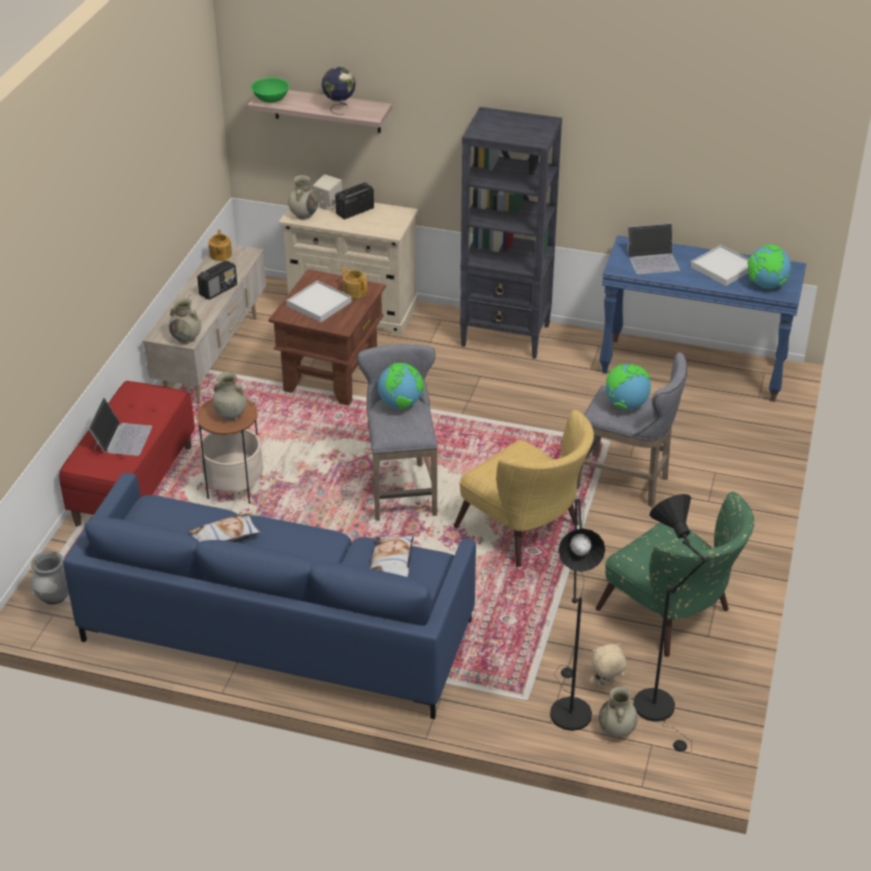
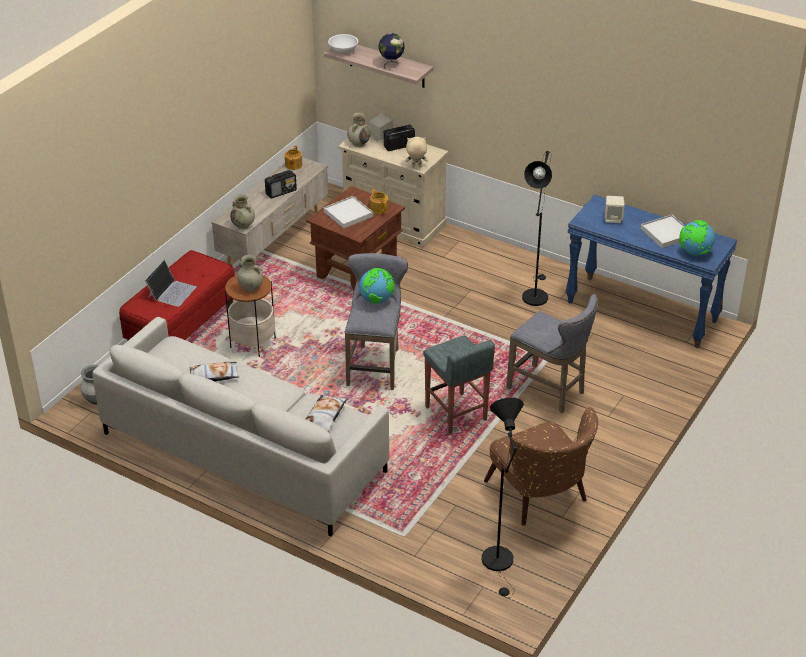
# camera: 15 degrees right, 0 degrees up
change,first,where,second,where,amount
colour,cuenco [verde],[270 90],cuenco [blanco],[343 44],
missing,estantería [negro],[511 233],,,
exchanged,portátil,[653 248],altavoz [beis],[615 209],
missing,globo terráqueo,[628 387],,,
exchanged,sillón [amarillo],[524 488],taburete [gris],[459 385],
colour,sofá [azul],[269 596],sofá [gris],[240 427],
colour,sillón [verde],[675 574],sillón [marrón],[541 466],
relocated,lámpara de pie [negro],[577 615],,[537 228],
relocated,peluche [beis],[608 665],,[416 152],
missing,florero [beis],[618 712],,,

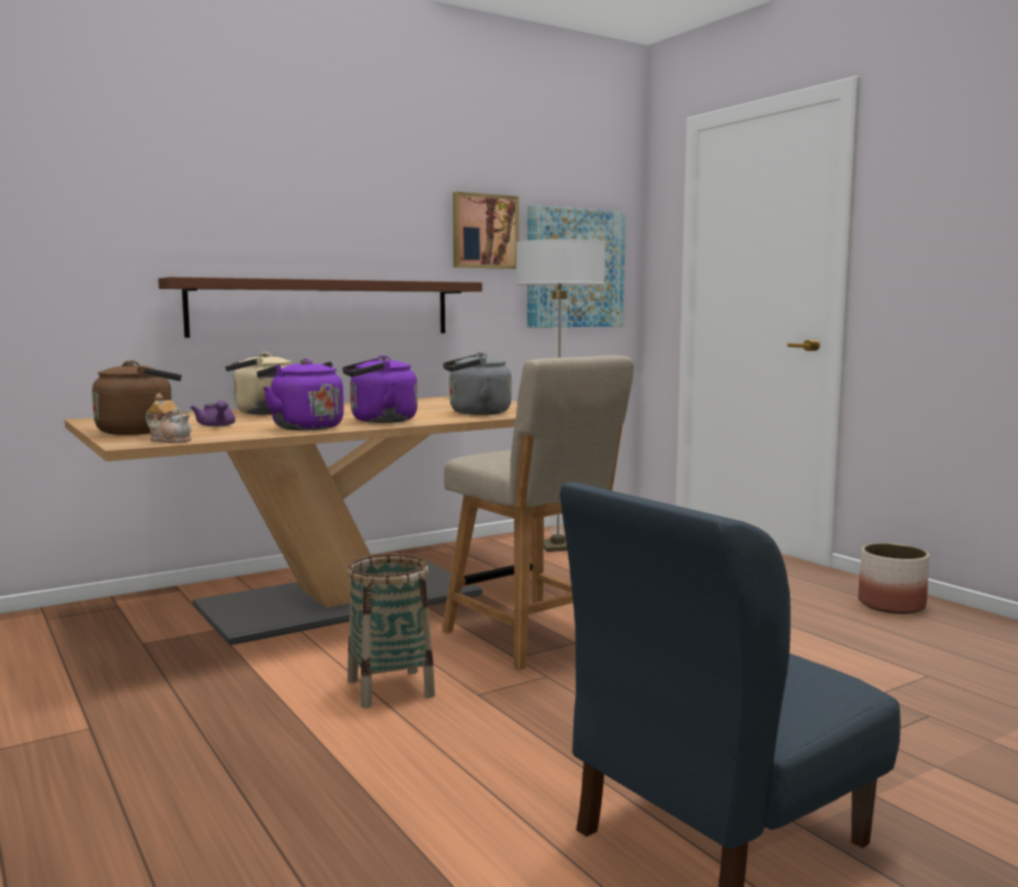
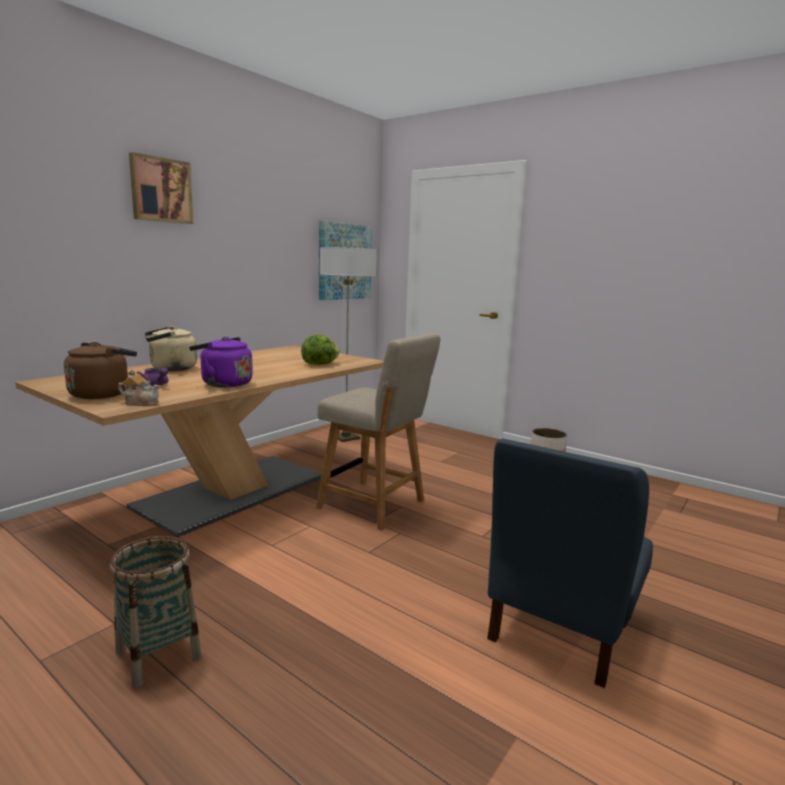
# camera: 20 degrees left, 5 degrees up
change,first,where,second,where,amount
relocated,cuadro,[486 230],,[161 188],
missing,estante [marrón],[320 307],,,
exchanged,hervidor [gris],[477 383],lechuga,[320 349],
missing,hervidor [morado],[380 389],,,
relocated,cesta,[391 630],,[155 612],

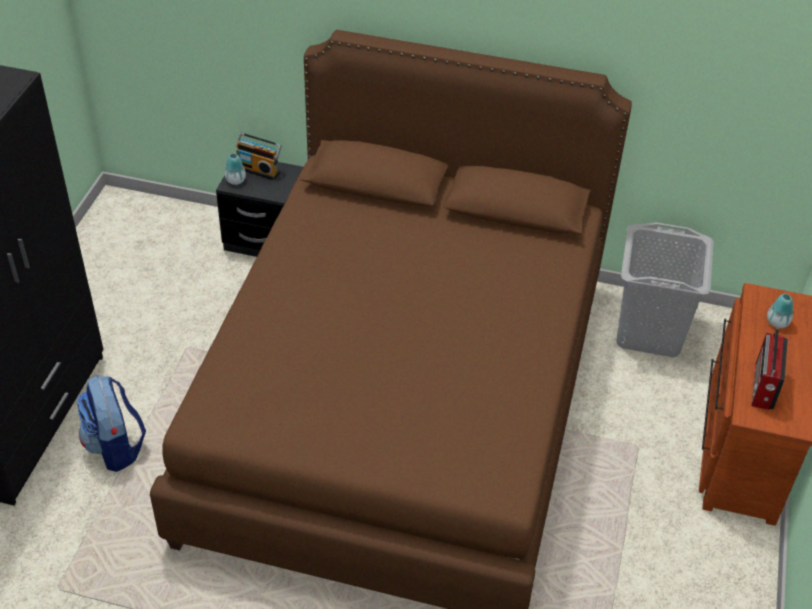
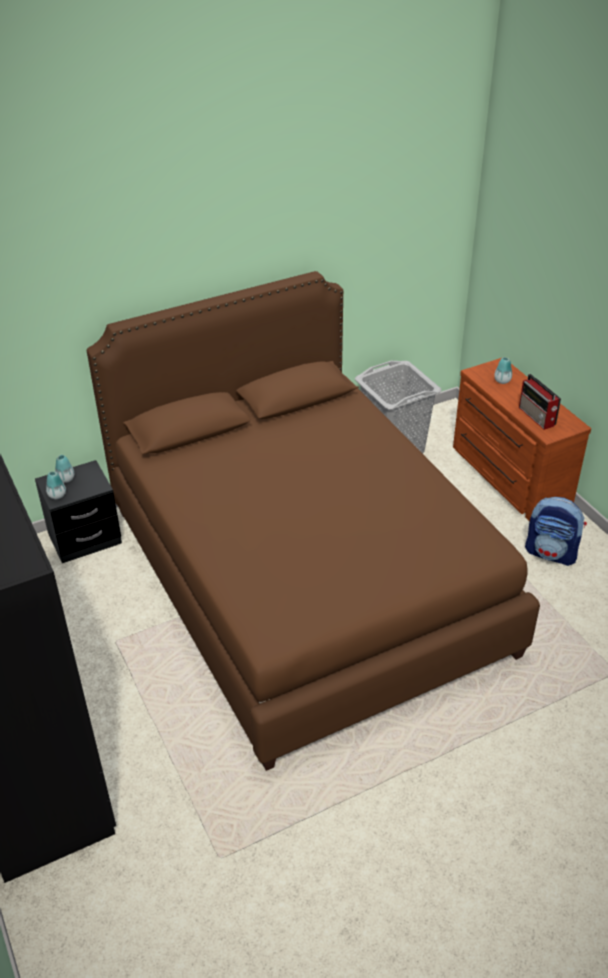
# camera: 40 degrees left, 5 degrees down
change,first,where,second,where,amount
exchanged,radio,[258 156],florero,[64 469],
relocated,mochila,[111 423],,[556 531],

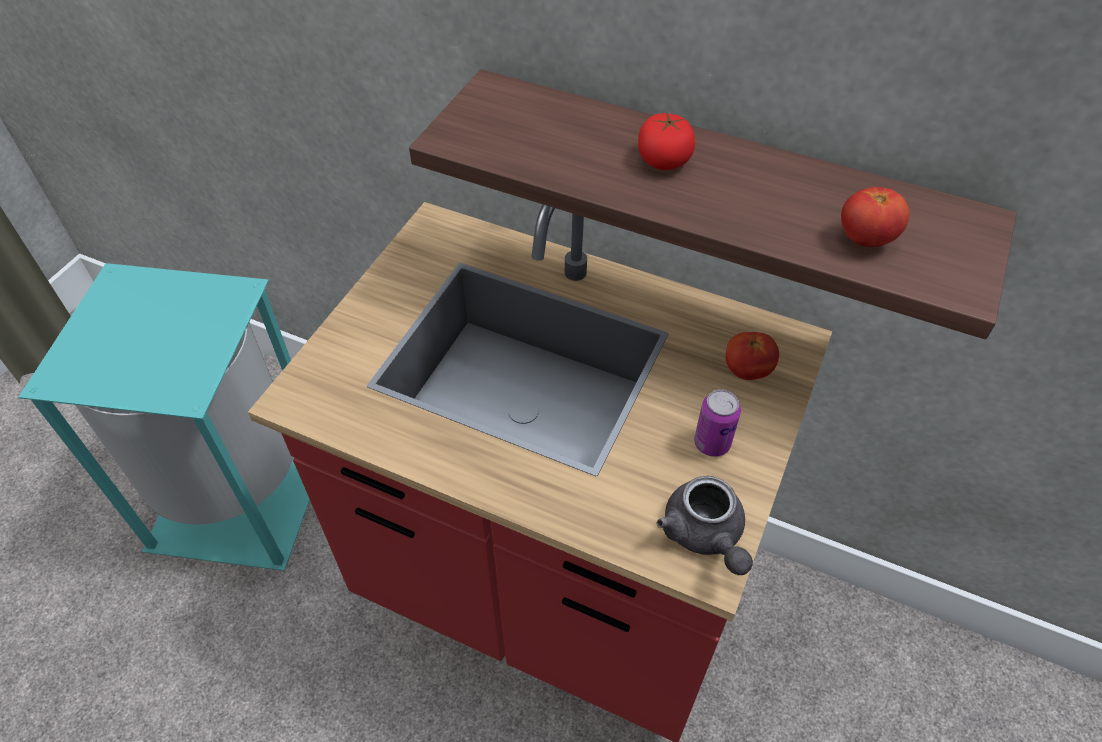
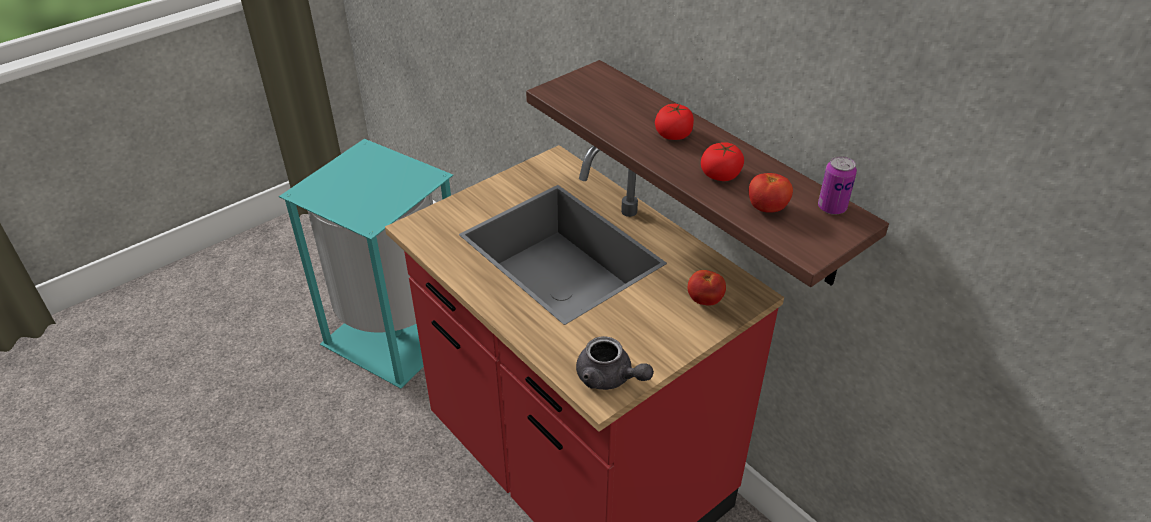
# camera: 25 degrees right, 10 degrees down
change,first,where,second,where,amount
relocated,lata,[717 423],,[837 185],
spun,tetera [gris],[705 525],,[615 363],60 degrees counterclockwise
appeared,,,tomate,[722 161],

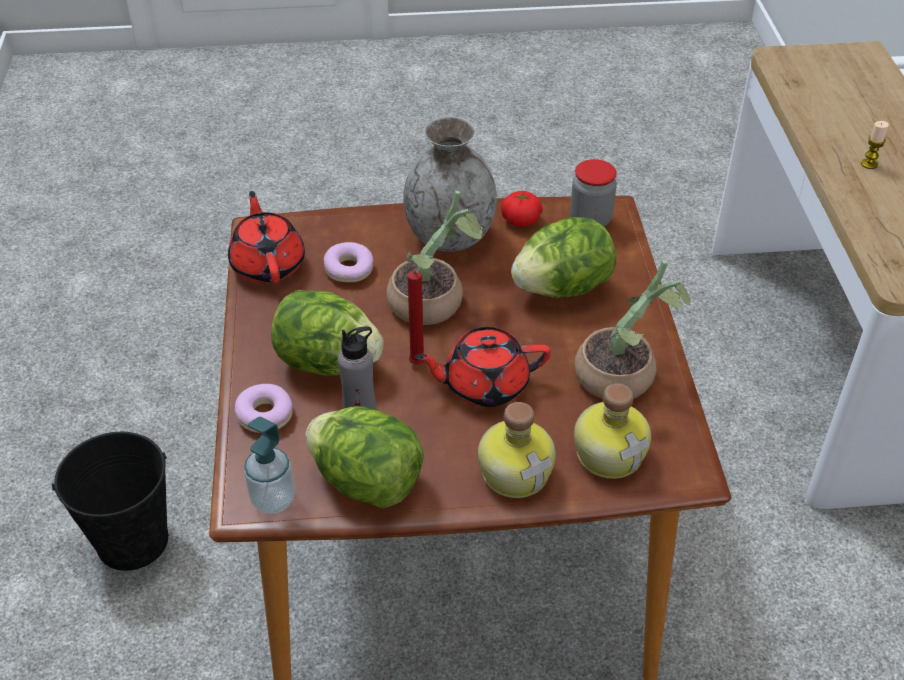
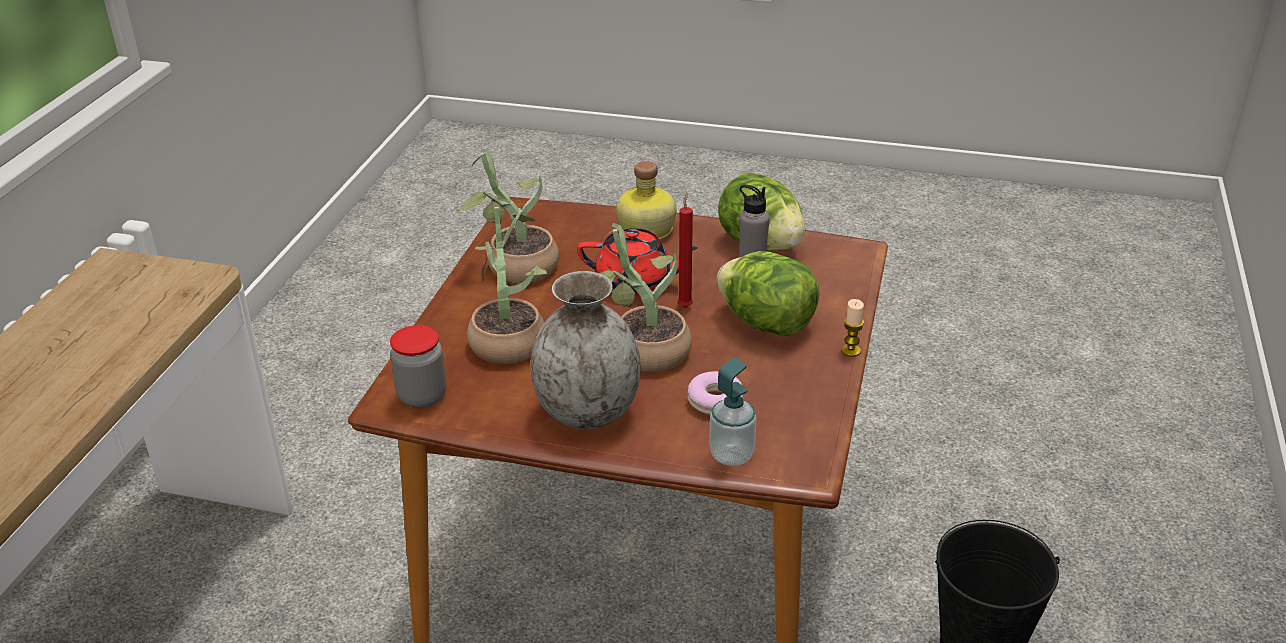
# camera: 160 degrees left, 10 degrees down
change,first,where,second,where,amount
relocated,vela,[875 145],,[852 328],
missing,tetera [rojo],[266 237],,,
missing,tomate,[522 209],,,
exchanged,lechuga,[563 257],planta en maceta,[507 285],
missing,botella,[612 431],,,
missing,rosquilla,[264 408],,,
relocated,dispensador de jabón,[269 465],,[733 411],

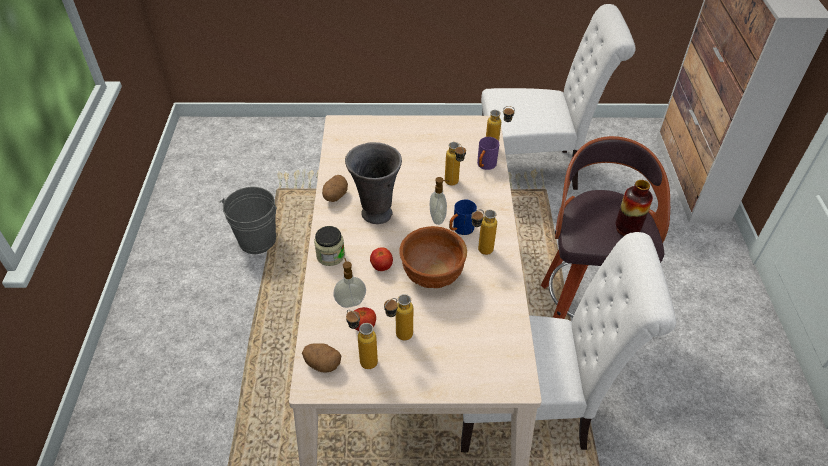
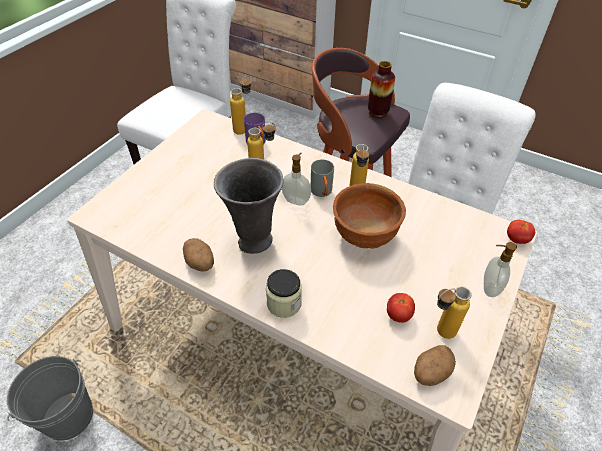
# camera: 60 degrees left, 0 degrees up
change,first,where,second,where,amount
colour,taza grande [azul],[463 217],taza grande [gris],[322 178],
relocated,tomate,[381 259],,[521 232],
relocated,dispensador de jabón,[350 283],,[500 269],
missing,botella,[398 317],,,

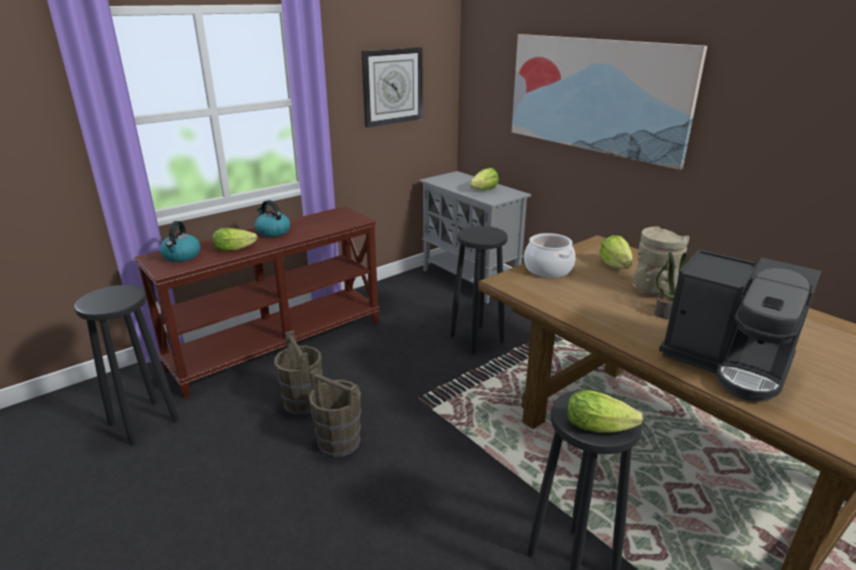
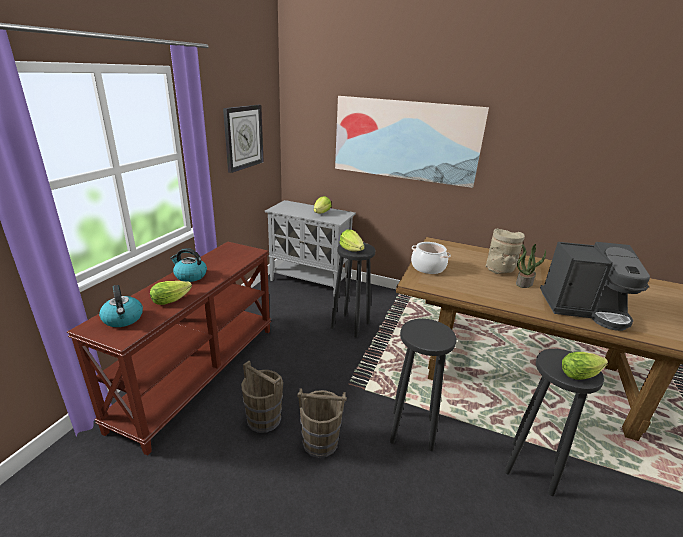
# camera: 30 degrees left, 0 degrees up
change,first,where,second,where,amount
relocated,lechuga,[616 252],,[352 241],
relocated,taburete [negro],[126 365],,[423 385],

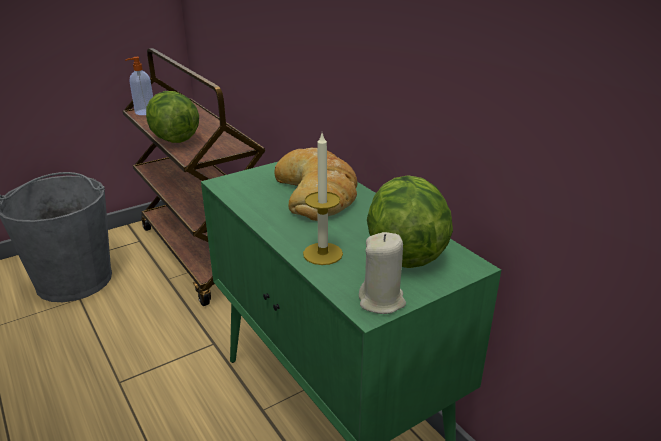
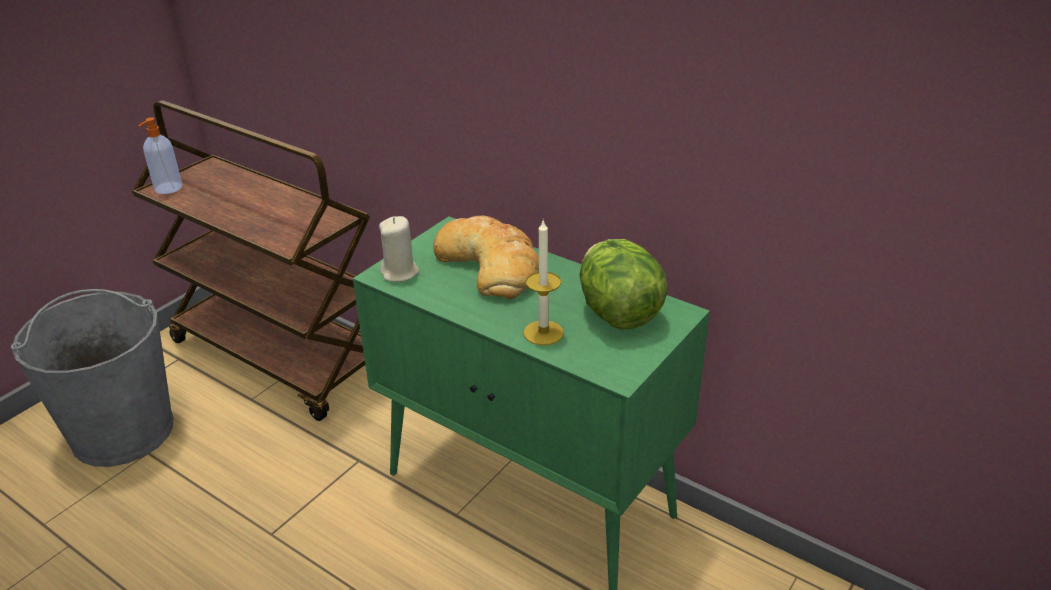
# camera: 20 degrees left, 5 degrees up
change,first,where,second,where,amount
missing,lechuga,[172 117],,,
relocated,vela [beis],[382 273],,[399 249],

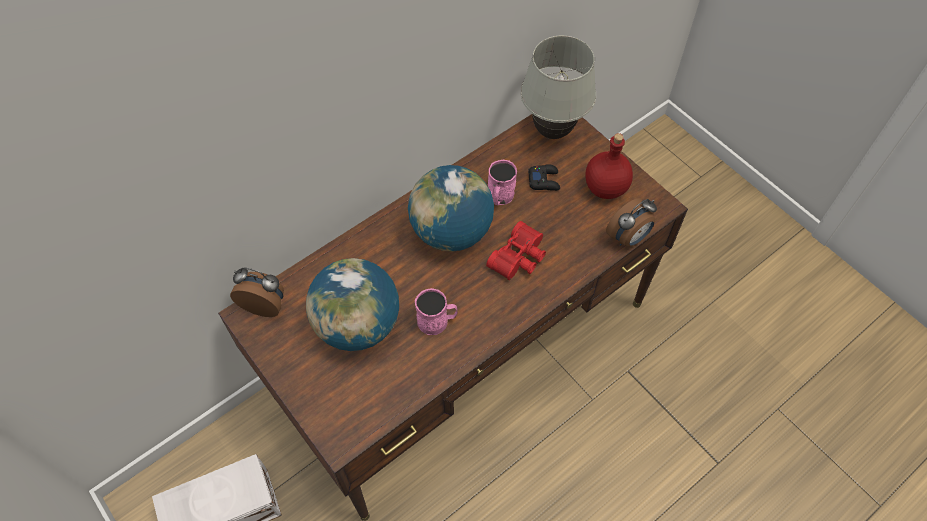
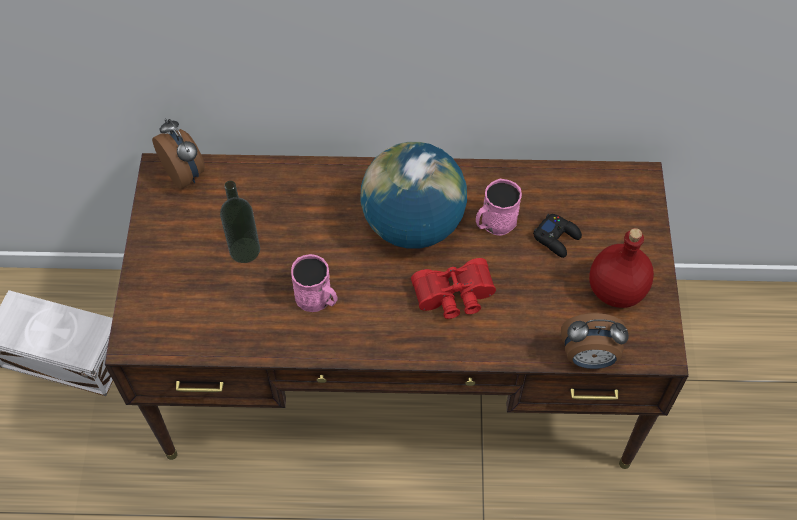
# camera: 40 degrees right, 0 degrees up
change,first,where,second,where,amount
missing,lámpara de mesa [blanco],[558 87],,,
exchanged,globo terráqueo,[352 304],botella,[240 222],

